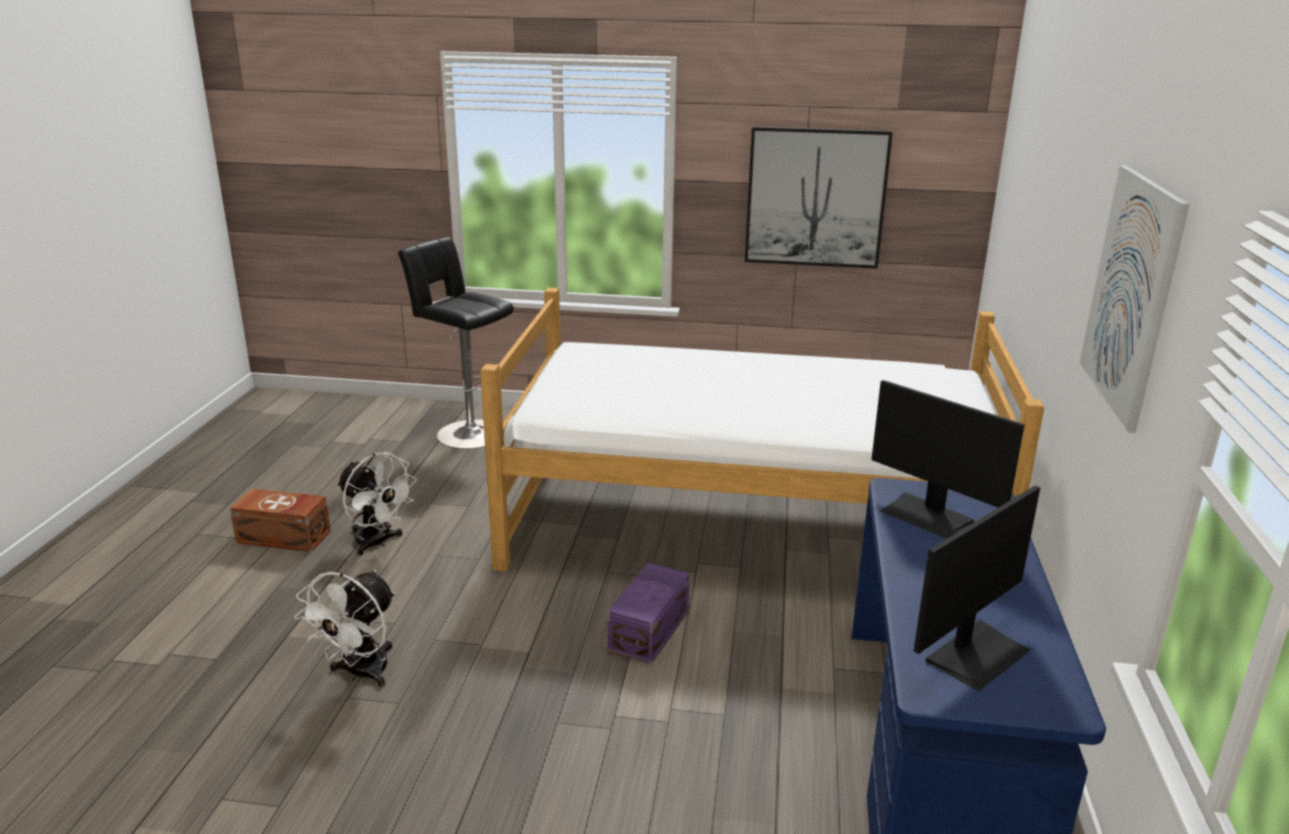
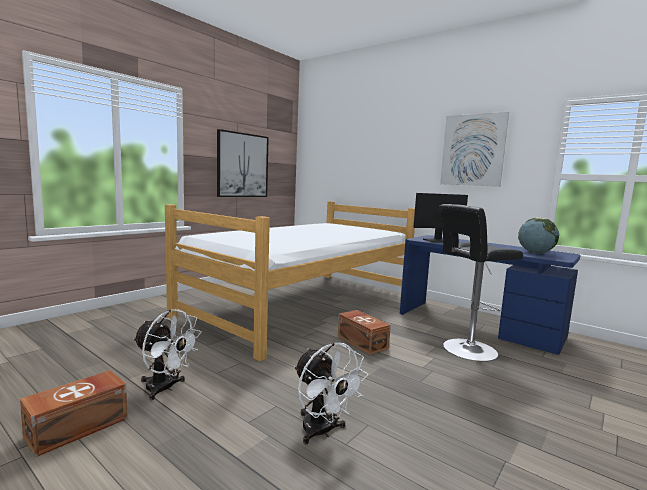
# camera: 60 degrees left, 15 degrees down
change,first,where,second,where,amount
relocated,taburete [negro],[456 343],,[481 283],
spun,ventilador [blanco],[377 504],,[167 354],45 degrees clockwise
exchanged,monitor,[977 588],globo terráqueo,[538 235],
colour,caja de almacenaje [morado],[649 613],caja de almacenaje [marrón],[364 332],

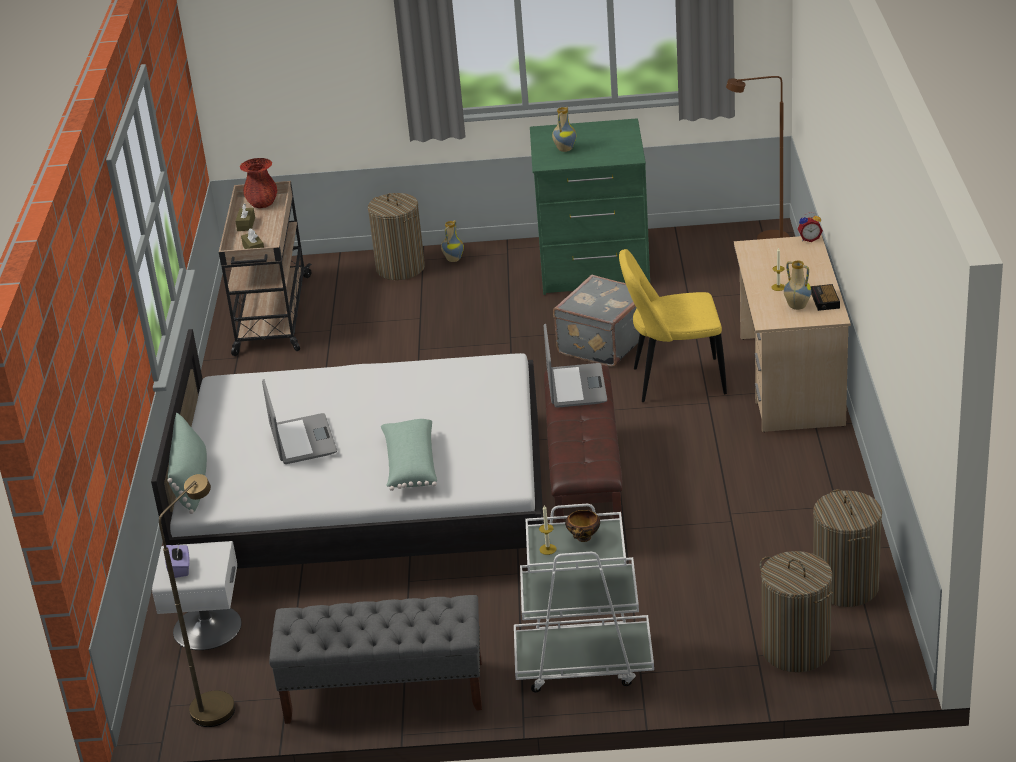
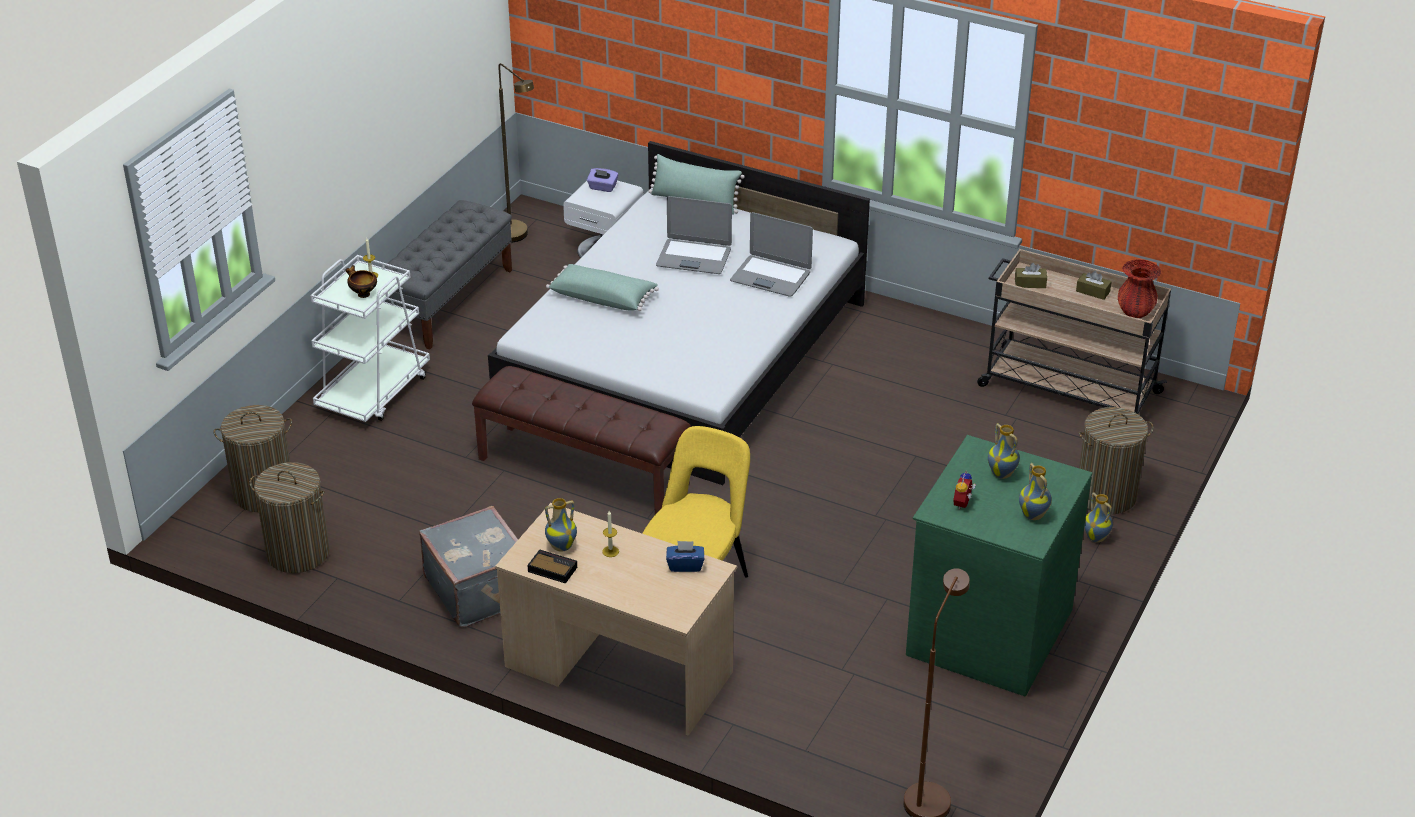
# camera: 115 degrees right, 5 degrees up
change,first,where,second,where,amount
relocated,despertador,[810 227],,[964 490],
relocated,maleta [gris],[599 321],,[468 567],
relocated,portátil,[575 366],,[771 254],
appeared,,,florero,[1035 491],
appeared,,,caja de pañuelos [azul],[685 556],

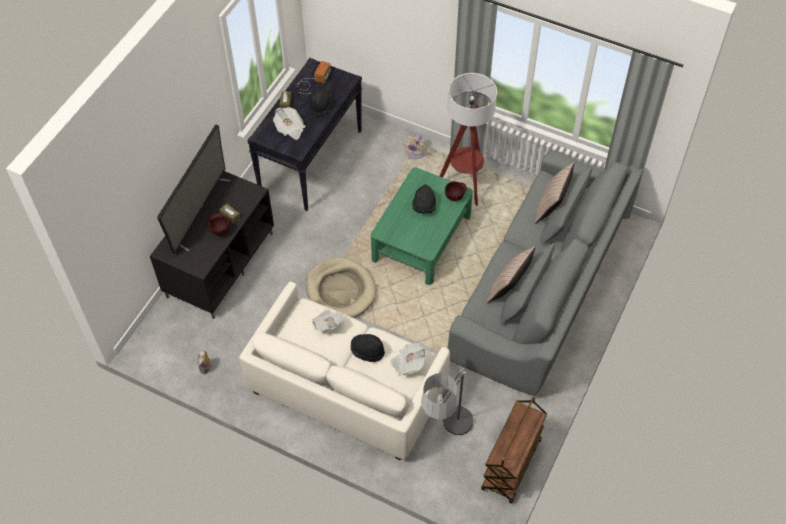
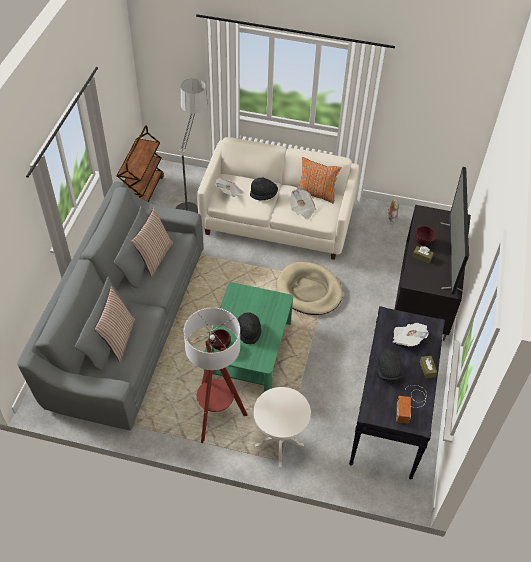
# camera: 165 degrees right, 5 degrees down
change,first,where,second,where,amount
exchanged,ventilador [beis],[414 146],mesa auxiliar [blanco],[282 428],
appeared,,,cojín [naranja],[319 180],

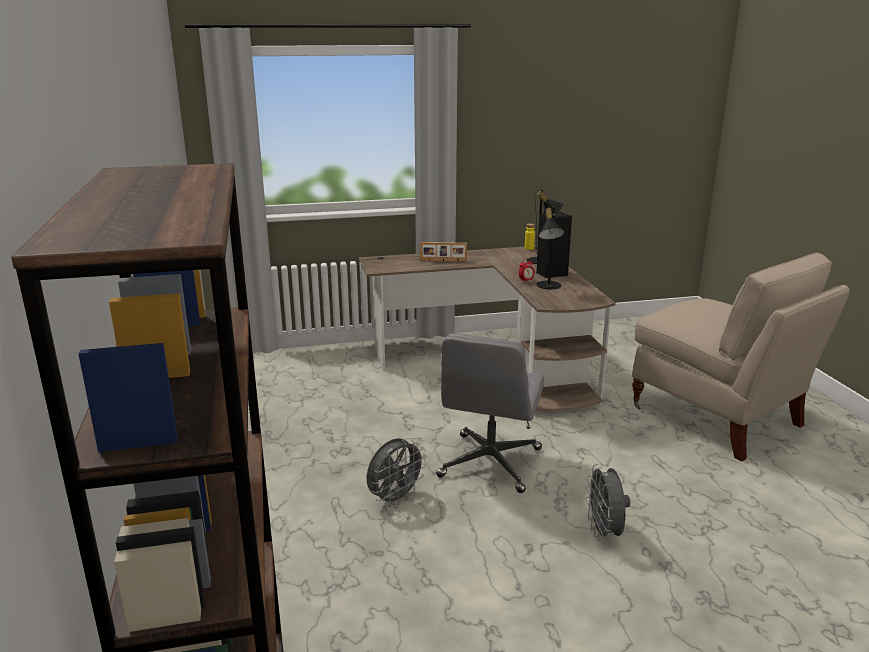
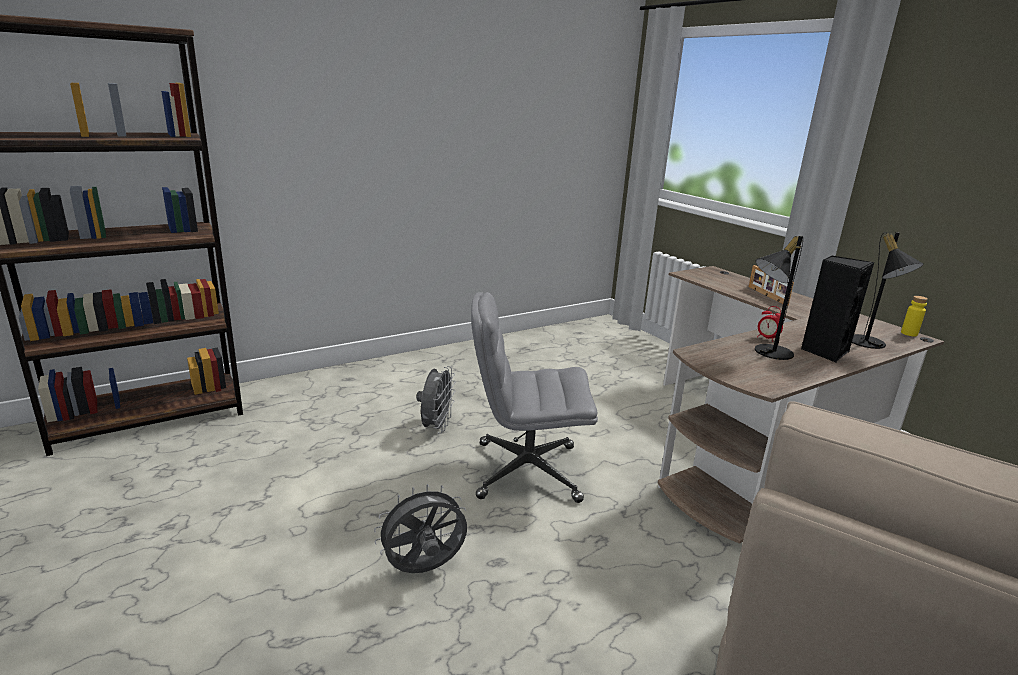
# camera: 70 degrees right, 0 degrees up
change,first,where,second,where,amount
spun,ventilador [gris],[396 472],,[436 400],105 degrees counterclockwise

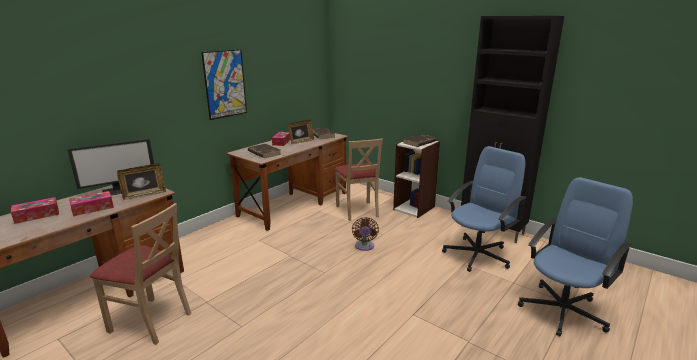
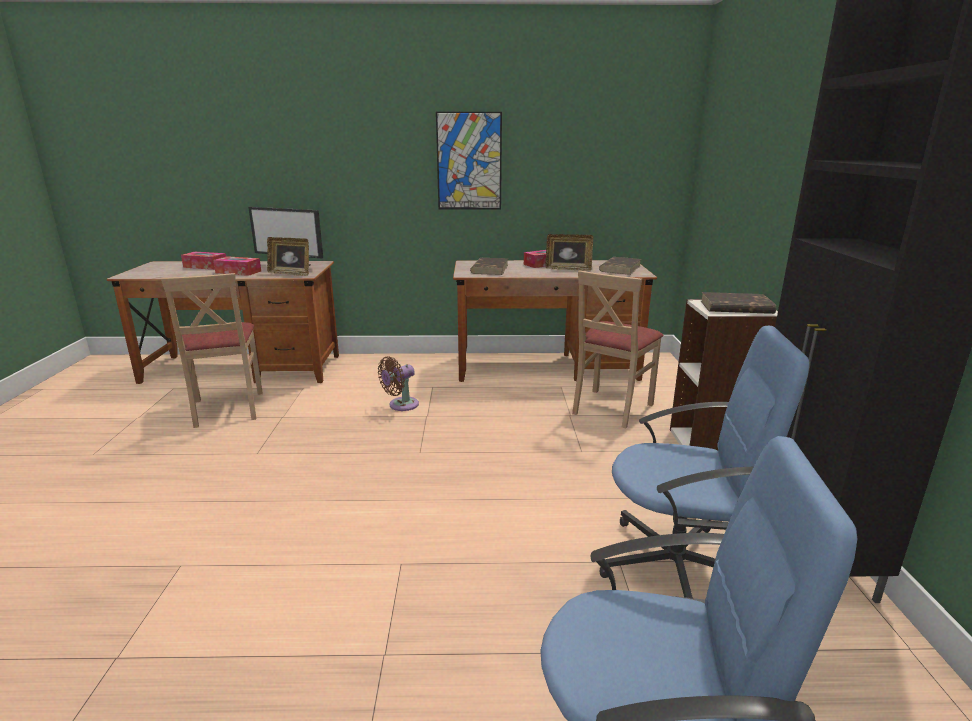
# camera: 50 degrees right, 0 degrees up
change,first,where,second,where,amount
relocated,ventilador [marrón],[365 234],,[398 384],

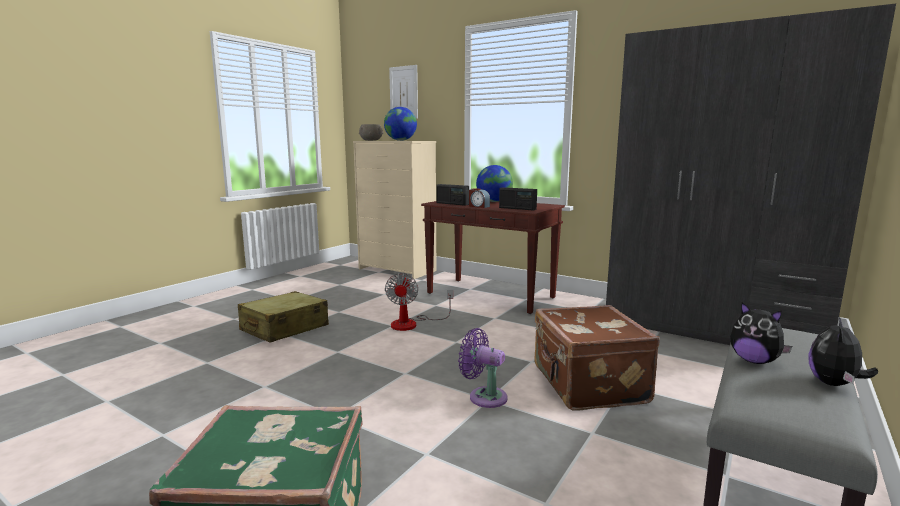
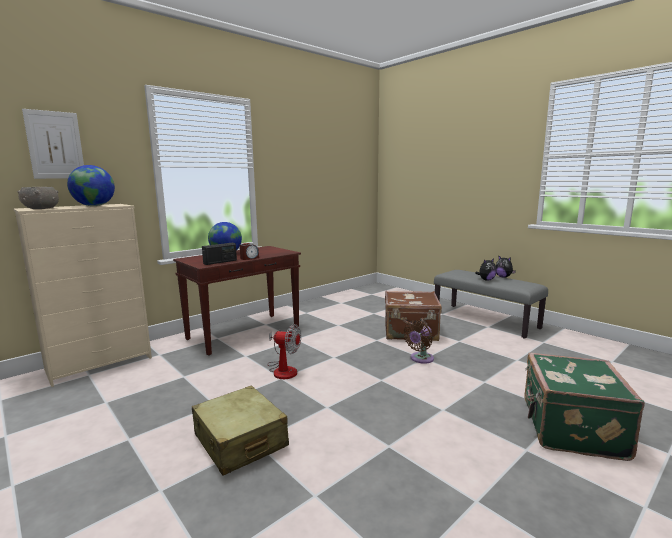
# camera: 75 degrees left, 0 degrees up
change,first,where,second,where,amount
missing,armario ropero [gris],[751 174],,,
missing,radio,[518 199],,,
colour,ventilador [morado],[483 368],ventilador [marrón],[418 342],

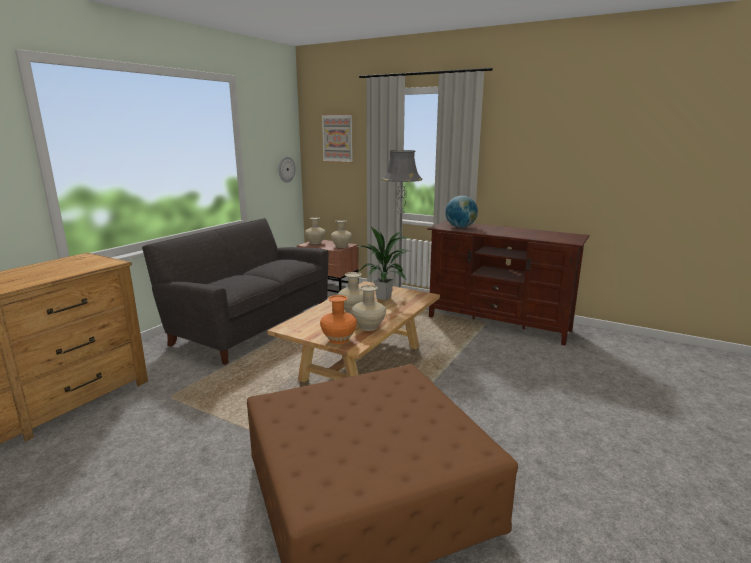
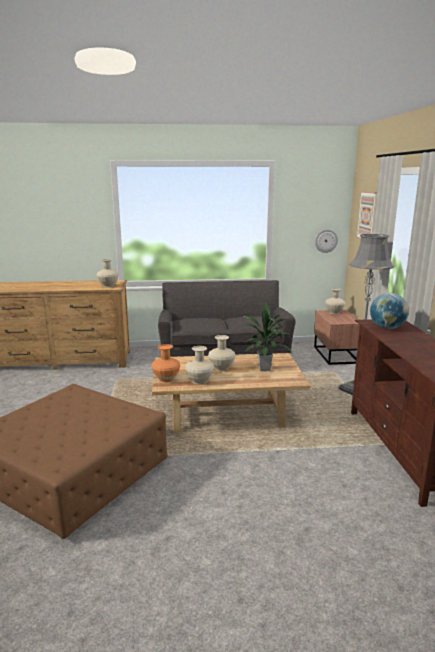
# camera: 55 degrees right, 0 degrees up
change,first,where,second,where,amount
relocated,florero [beis],[341 234],,[108 273],

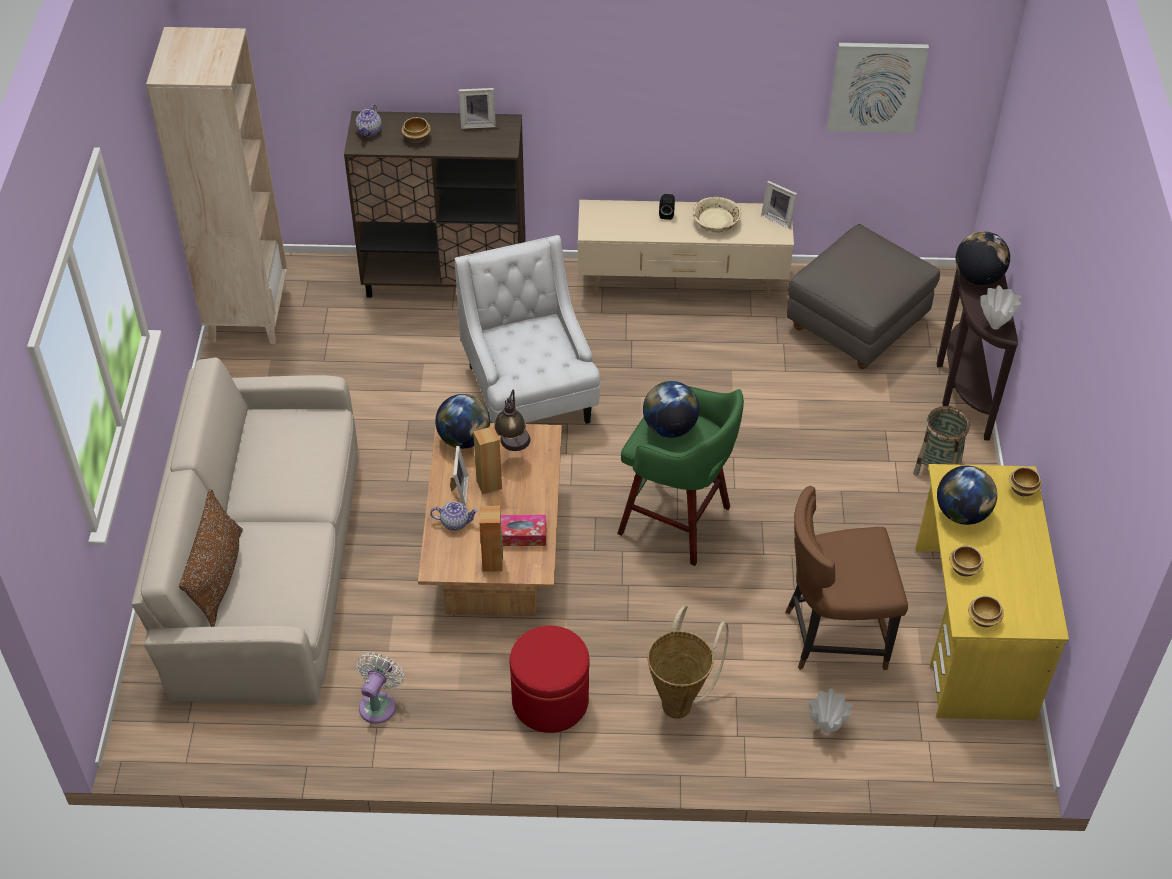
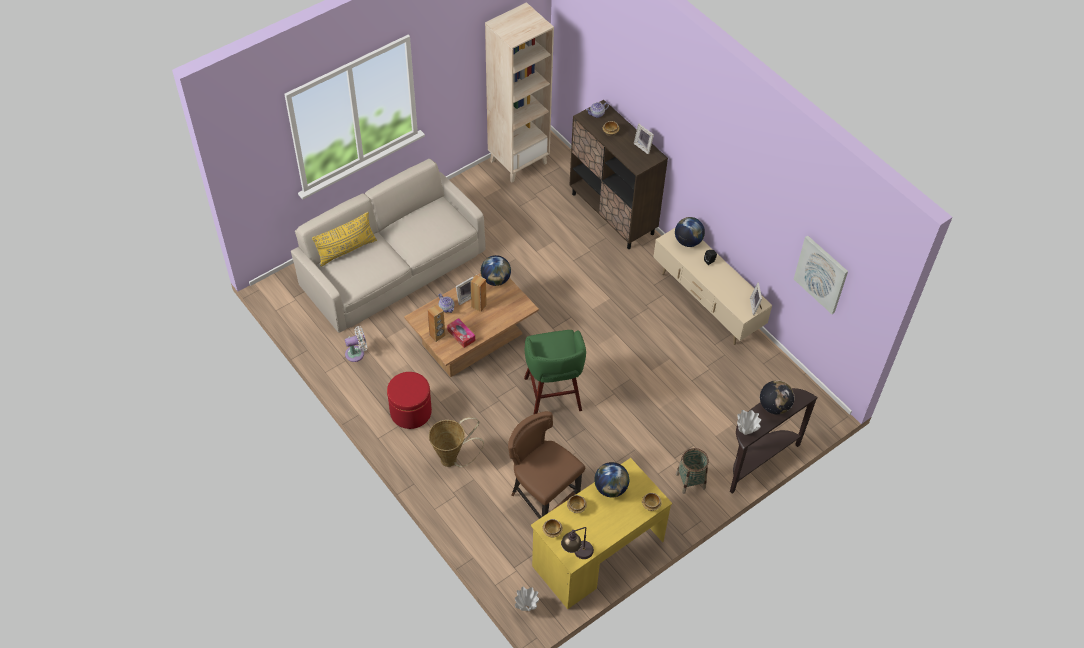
# camera: 50 degrees right, 5 degrees up
change,first,where,second,where,amount
missing,cuenco [beis],[717 214],,,
missing,puf [gris],[863 296],,,
missing,sillón [blanco],[527 329],,,
relocated,globo terráqueo,[671 409],,[690 232],
relocated,lámpara de mesa,[512 420],,[577 543],
colour,cojín [marrón],[211 558],cojín [amarillo],[344 239],
relocated,florero [blanco],[831 710],,[527 599],

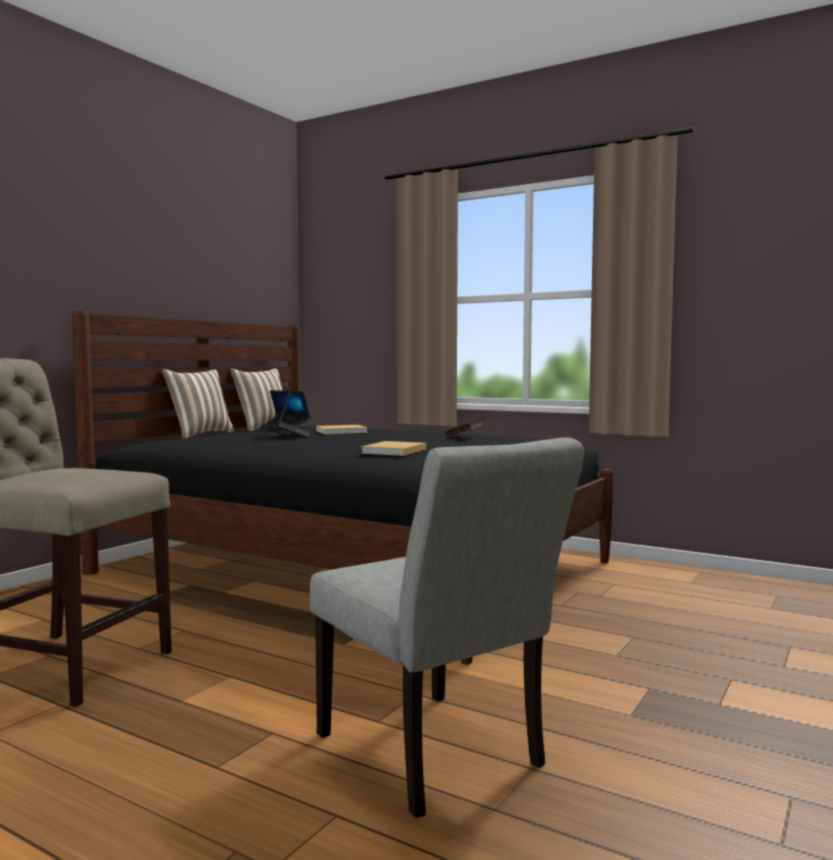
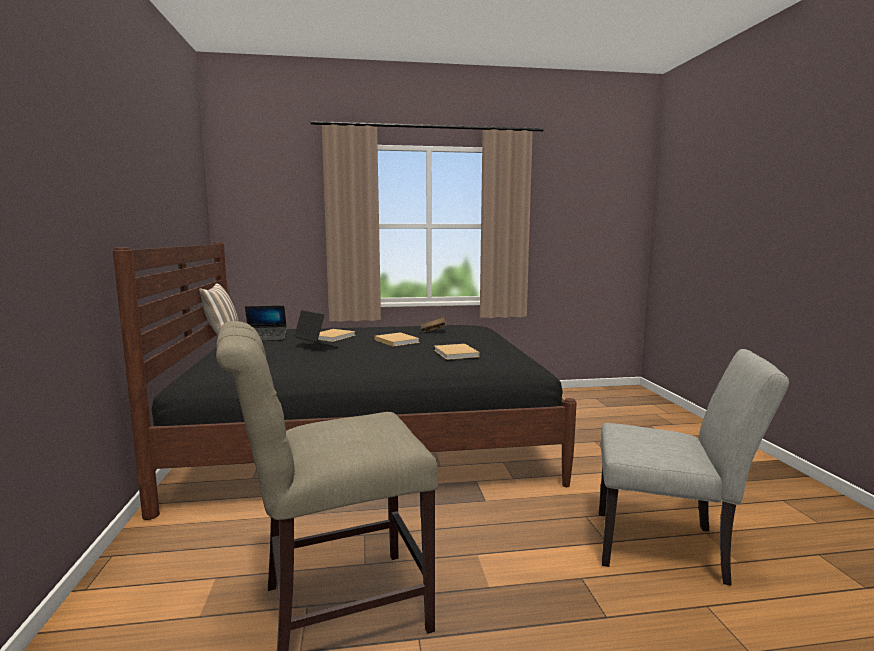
# camera: 40 degrees left, 5 degrees up
change,first,where,second,where,amount
missing,cojín,[198 403],,,
appeared,,,libro [beis],[397 340],

